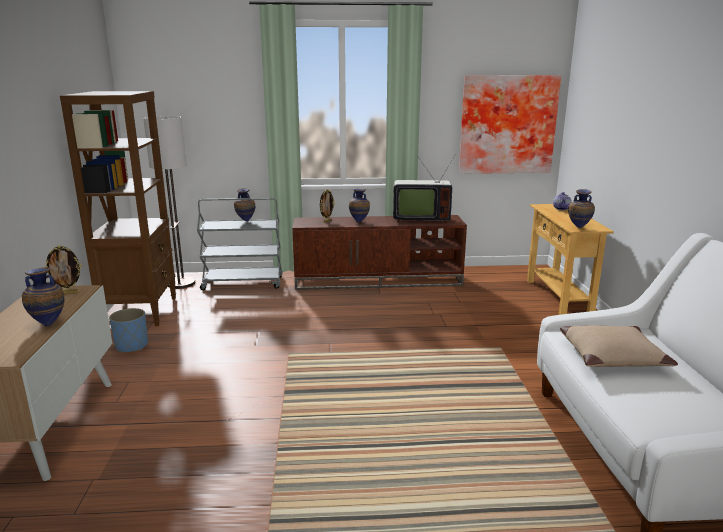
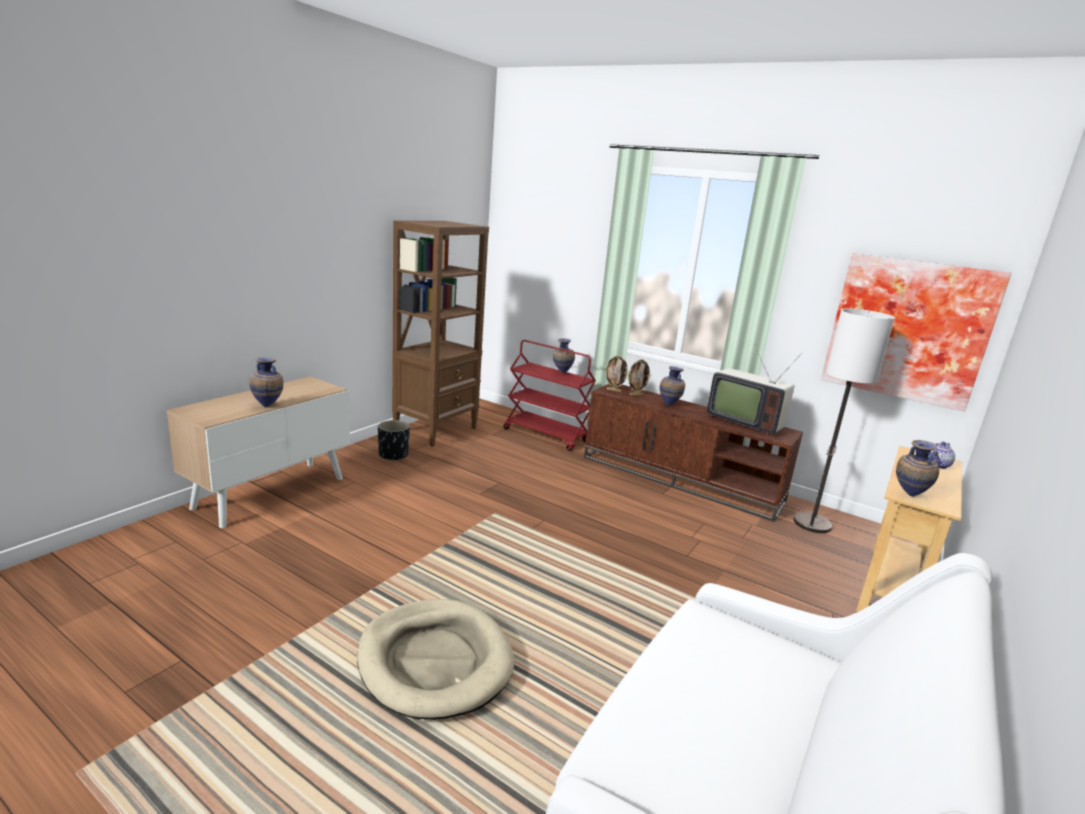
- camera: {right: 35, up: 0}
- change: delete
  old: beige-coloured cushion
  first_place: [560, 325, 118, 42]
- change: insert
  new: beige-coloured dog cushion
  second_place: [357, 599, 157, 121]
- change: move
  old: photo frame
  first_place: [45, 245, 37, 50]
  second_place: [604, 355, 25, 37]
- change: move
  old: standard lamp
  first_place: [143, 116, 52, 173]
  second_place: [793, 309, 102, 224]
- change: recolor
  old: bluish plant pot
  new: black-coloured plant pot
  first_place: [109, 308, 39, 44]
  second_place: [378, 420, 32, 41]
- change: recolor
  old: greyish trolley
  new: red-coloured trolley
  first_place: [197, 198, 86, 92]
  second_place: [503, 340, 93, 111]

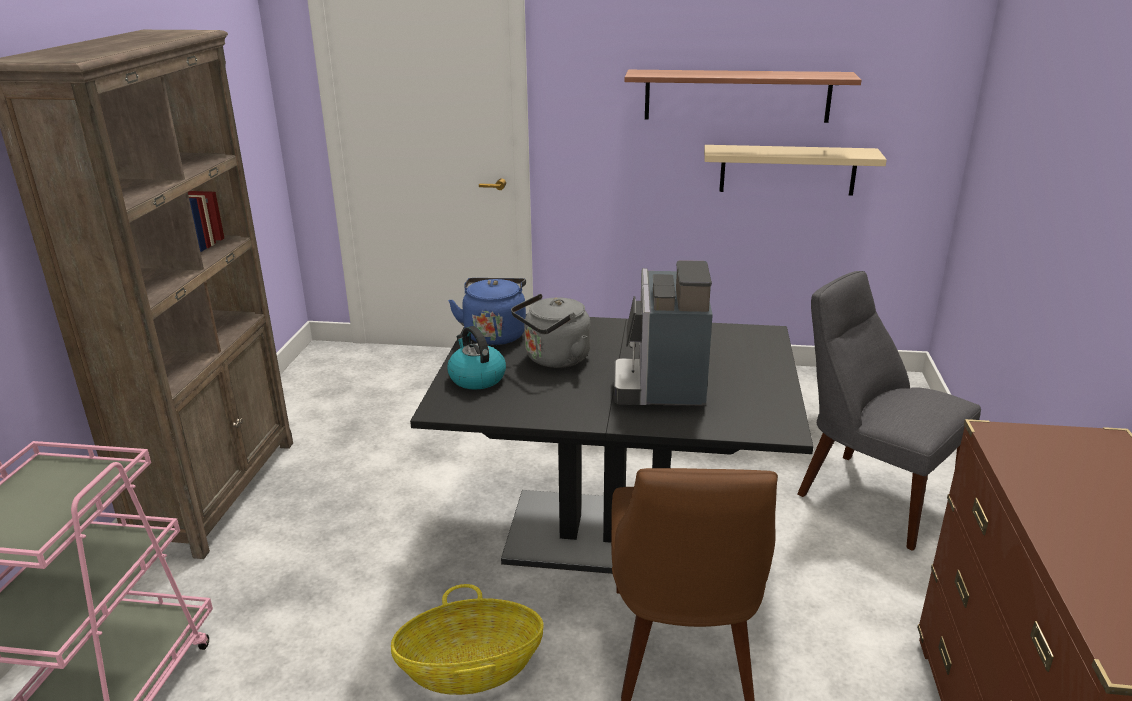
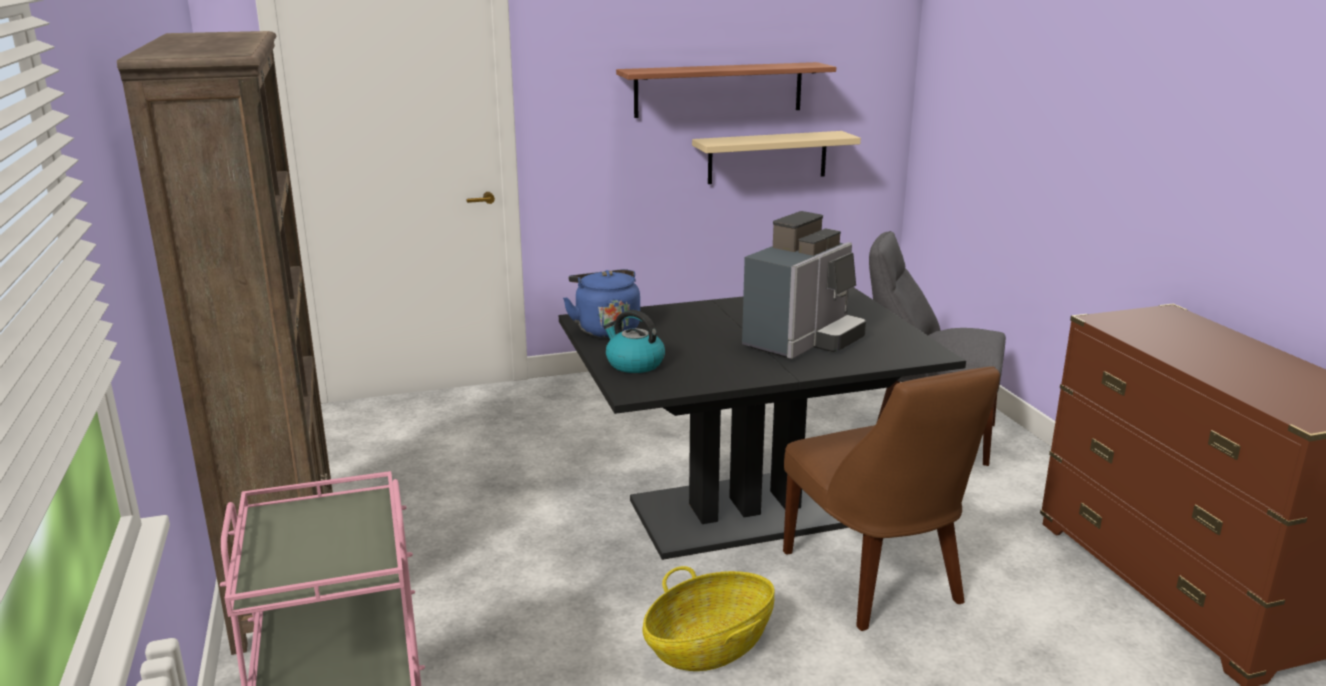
- camera: {right: -25, up: -5}
- change: delete
  old: greyish water kettle
  first_place: [511, 294, 80, 74]
- change: rotate
  old: coffee maker
  first_place: [614, 260, 99, 146]
  second_place: [742, 211, 124, 148]
  degrees: -120

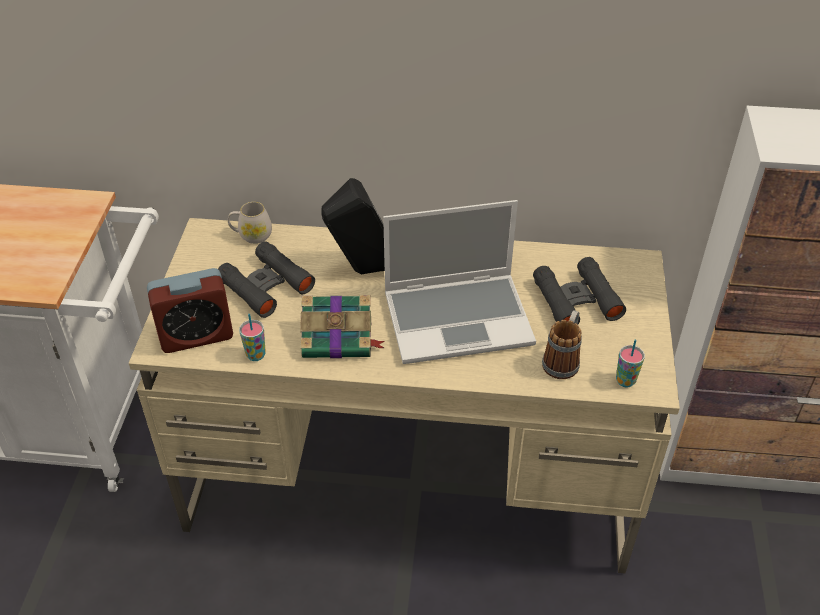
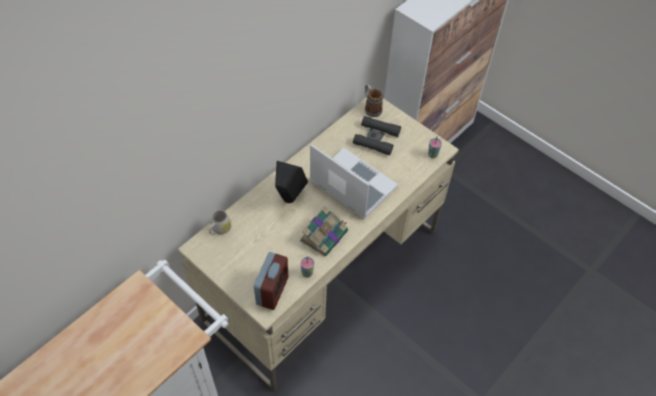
- camera: {right: -55, up: 10}
- change: delete
  old: black-coloured binoculars
  first_place: [218, 241, 97, 77]
- change: move
  old: mug
  first_place: [542, 310, 40, 69]
  second_place: [365, 84, 18, 33]
- change: rotate
  old: laptop
  first_place: [383, 200, 153, 164]
  second_place: [309, 144, 89, 75]
  degrees: -75

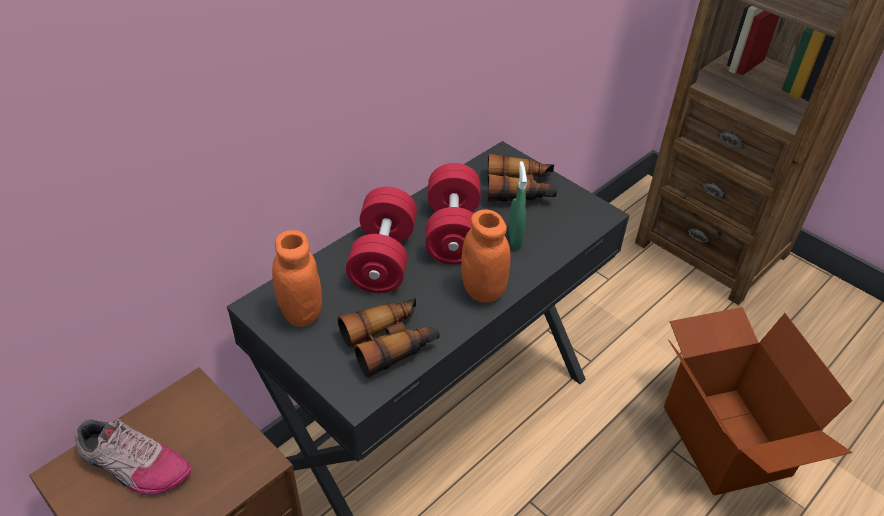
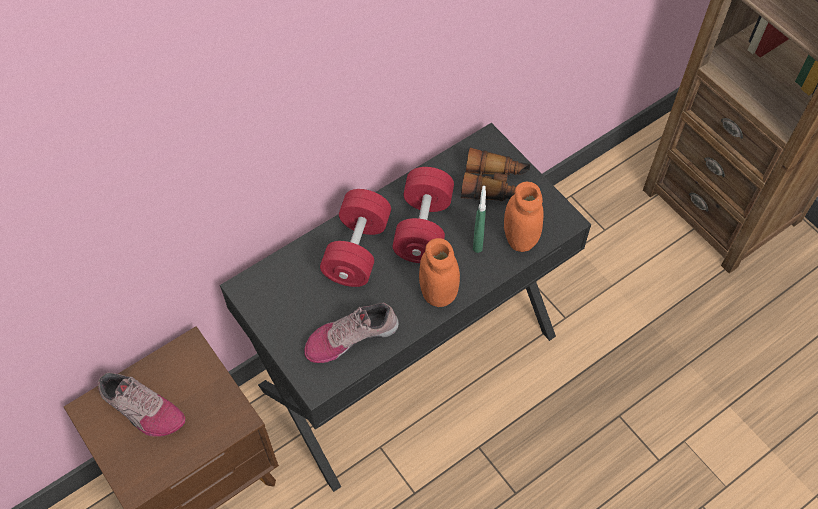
- camera: {right: 10, up: 15}
- change: delete
  old: packing box
  first_place: [664, 307, 188, 188]
- change: move
  old: orangey storage jar
  first_place: [272, 230, 50, 97]
  second_place: [504, 182, 40, 70]
- change: replace
  old: binoculars
  new: shoe
  first_place: [338, 298, 102, 80]
  second_place: [304, 303, 95, 60]

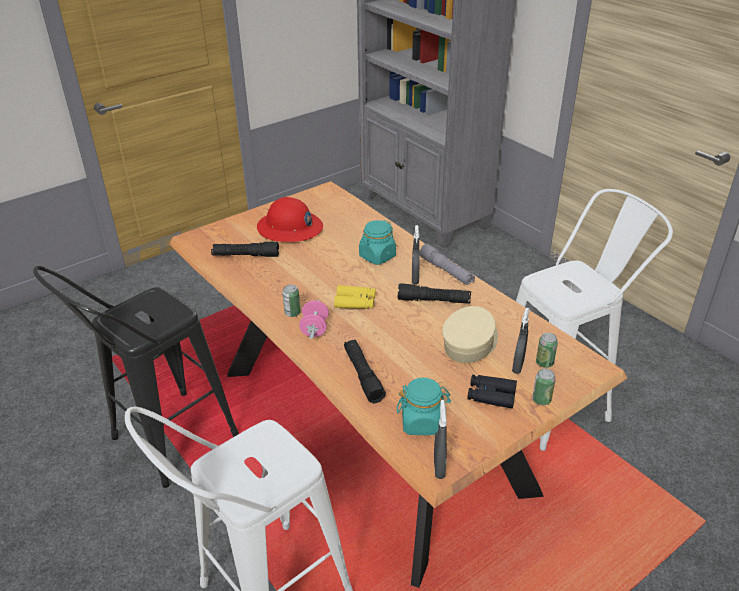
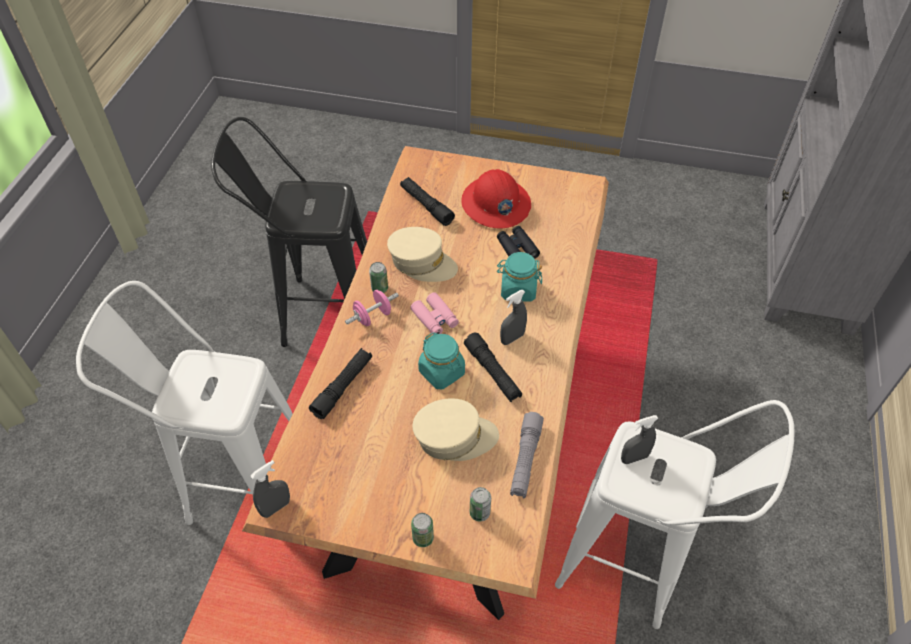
- camera: {right: 50, up: 15}
- change: insert
  new: beige-coloured cap
  second_place: [387, 227, 71, 55]
- change: move
  old: turquoise-coloured storage jar
  first_place: [397, 378, 54, 57]
  second_place: [418, 332, 47, 57]
- change: move
  old: greyish hand torch
  first_place: [419, 244, 56, 41]
  second_place: [510, 412, 34, 86]
- change: move
  old: black-coloured binoculars
  first_place: [467, 374, 50, 35]
  second_place: [497, 226, 43, 33]
- change: move
  old: greyish sprayer
  first_place: [512, 308, 18, 66]
  second_place: [621, 415, 38, 49]
- change: recolor
  old: yellow binoculars
  new: pinkish binoculars
  first_place: [334, 285, 42, 24]
  second_place: [411, 292, 48, 43]

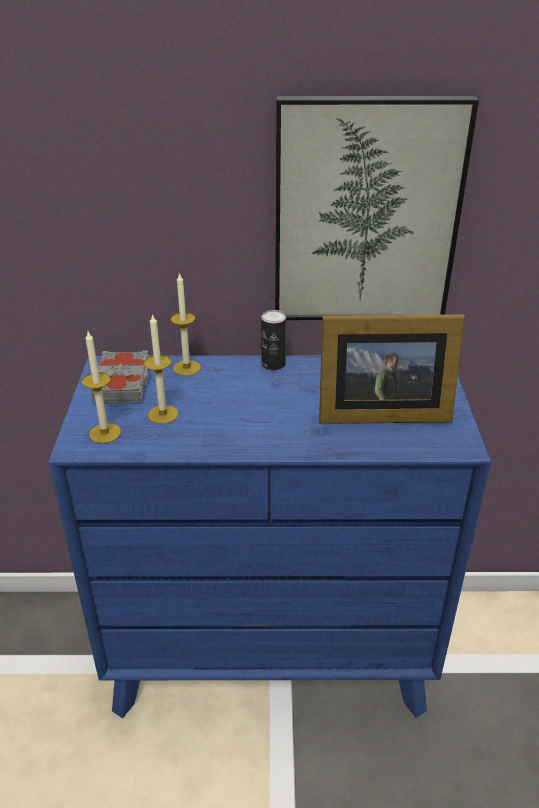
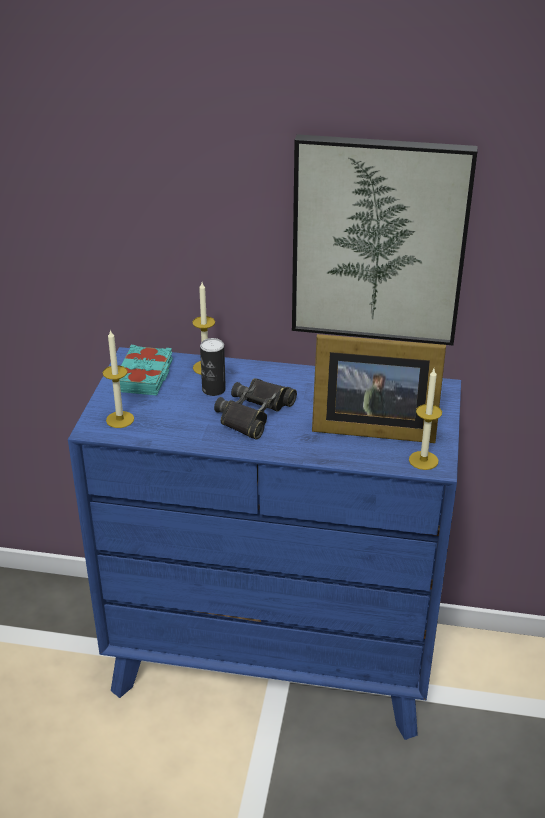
- camera: {right: 10, up: 0}
- change: insert
  new: black-coloured binoculars
  second_place: [214, 378, 83, 62]
- change: move
  old: wax candle
  first_place: [144, 313, 35, 111]
  second_place: [409, 369, 33, 101]
- change: move
  old: can
  first_place: [261, 310, 25, 60]
  second_place: [200, 338, 26, 58]
- change: recolor
  old: greyish bound book
  new: turquoise-coloured bound book
  first_place: [91, 350, 58, 53]
  second_place: [120, 345, 53, 51]

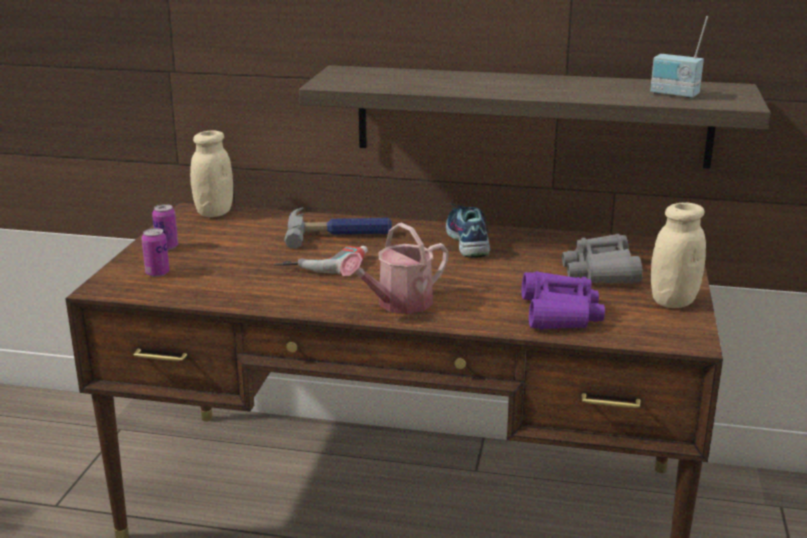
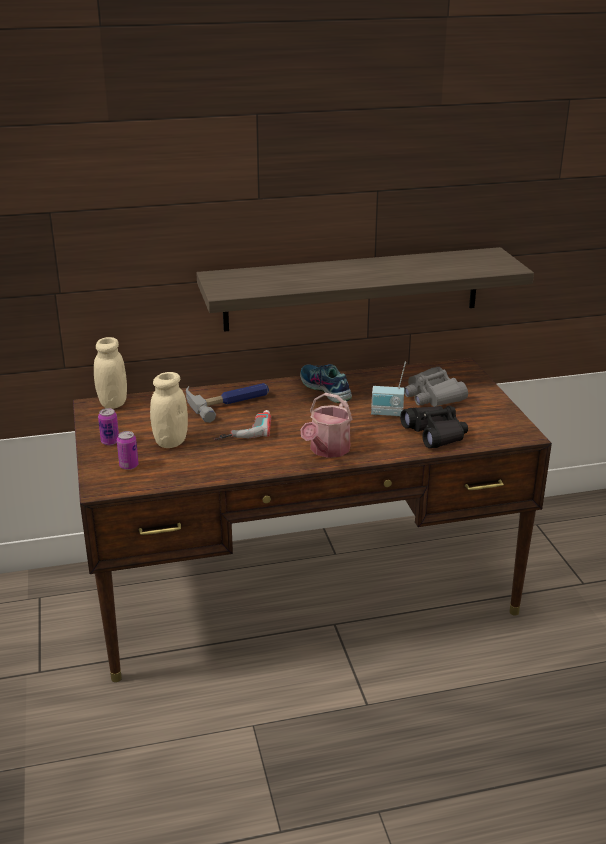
- camera: {right: -25, up: 5}
- change: move
  old: radio set
  first_place: [650, 16, 58, 82]
  second_place: [371, 362, 35, 55]
- change: move
  old: beige-coloured storage jar
  first_place: [651, 203, 55, 105]
  second_place: [150, 372, 38, 76]
- change: recolor
  old: purple binoculars
  new: black-coloured binoculars
  first_place: [522, 271, 83, 58]
  second_place: [400, 406, 68, 42]

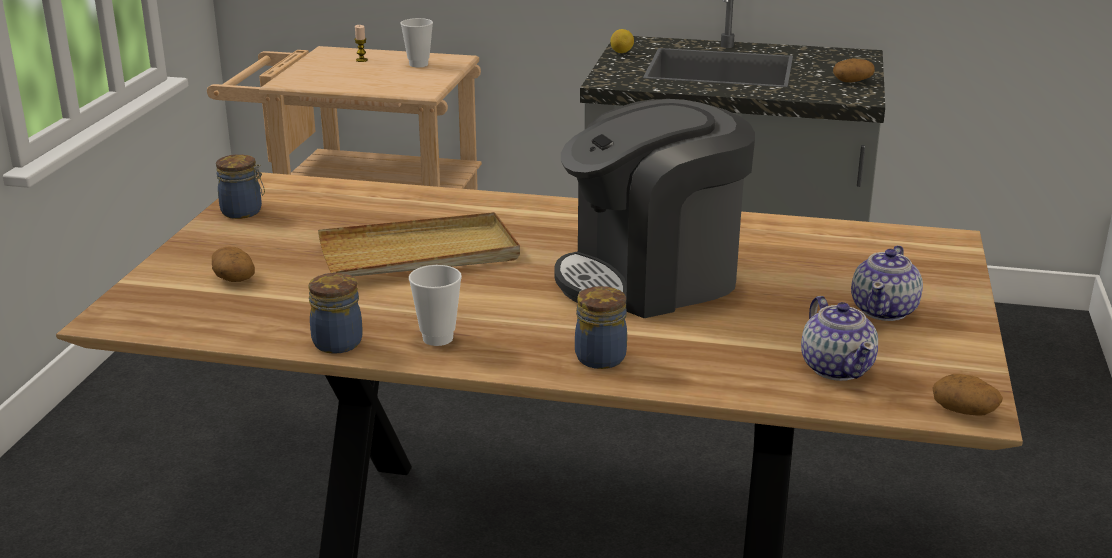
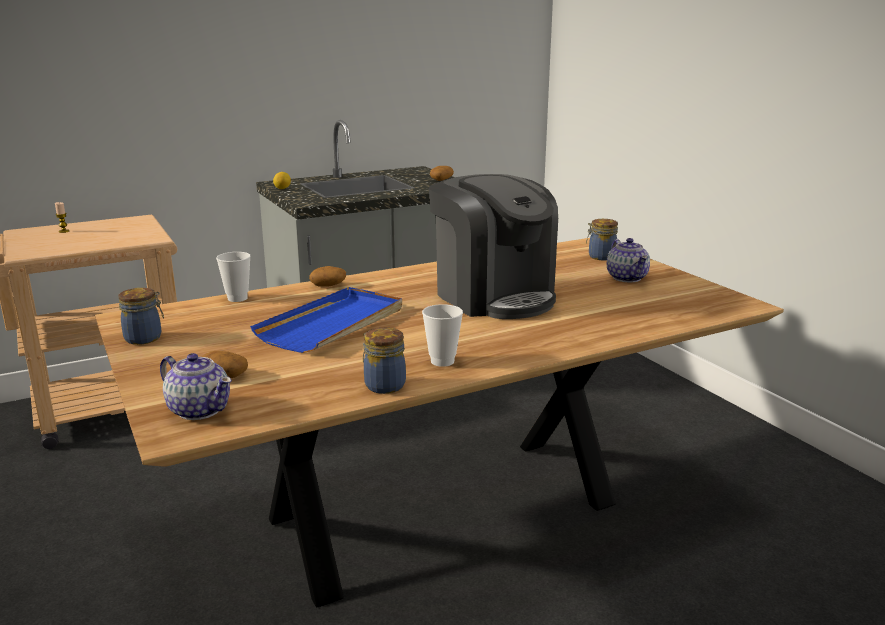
- camera: {right: -40, up: -5}
- change: move
  old: drinking cup
  first_place: [401, 18, 32, 49]
  second_place: [216, 252, 35, 50]
- change: move
  old: storage jar
  first_place: [575, 286, 52, 83]
  second_place: [586, 219, 32, 41]
- change: move
  old: teapot
  first_place: [801, 296, 77, 85]
  second_place: [160, 353, 72, 67]
- change: move
  old: spud
  first_place: [932, 374, 71, 42]
  second_place: [309, 266, 37, 20]
- change: recolor
  old: beige-coloured carrying tray
  new: bluish carrying tray
  first_place: [318, 212, 202, 64]
  second_place: [250, 287, 152, 66]
- change: rotate
  old: coffee maker
  first_place: [554, 99, 201, 219]
  second_place: [429, 174, 129, 145]
  degrees: -60

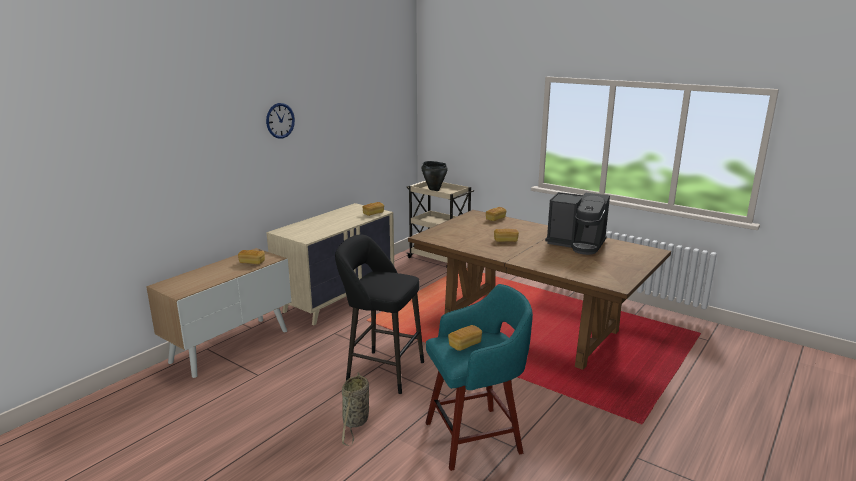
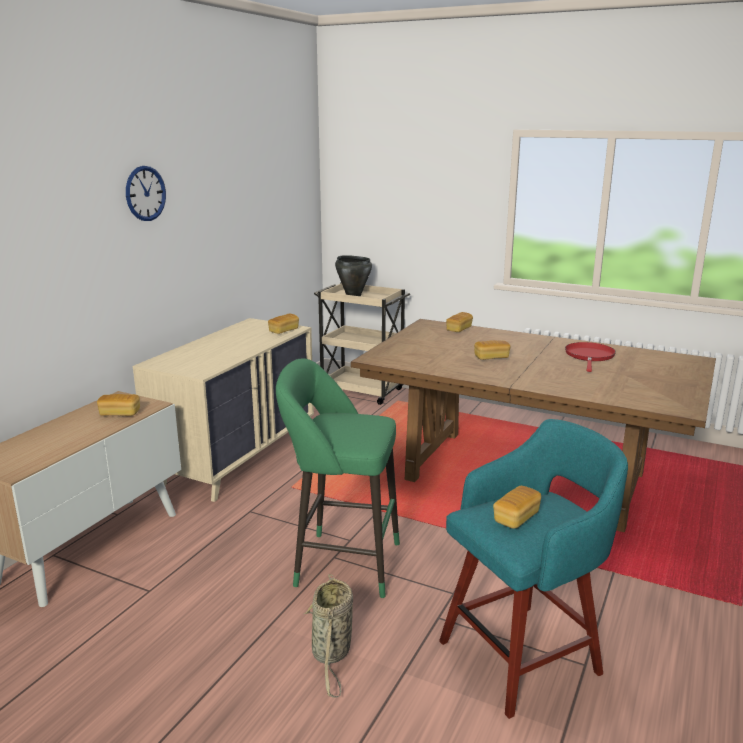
- camera: {right: -10, up: 0}
- change: replace
  old: coffee maker
  new: red-coloured skillet
  first_place: [545, 192, 65, 63]
  second_place: [565, 342, 51, 30]
- change: recolor
  old: black-coloured stool
  new: green stool
  first_place: [335, 235, 89, 159]
  second_place: [276, 358, 124, 240]

